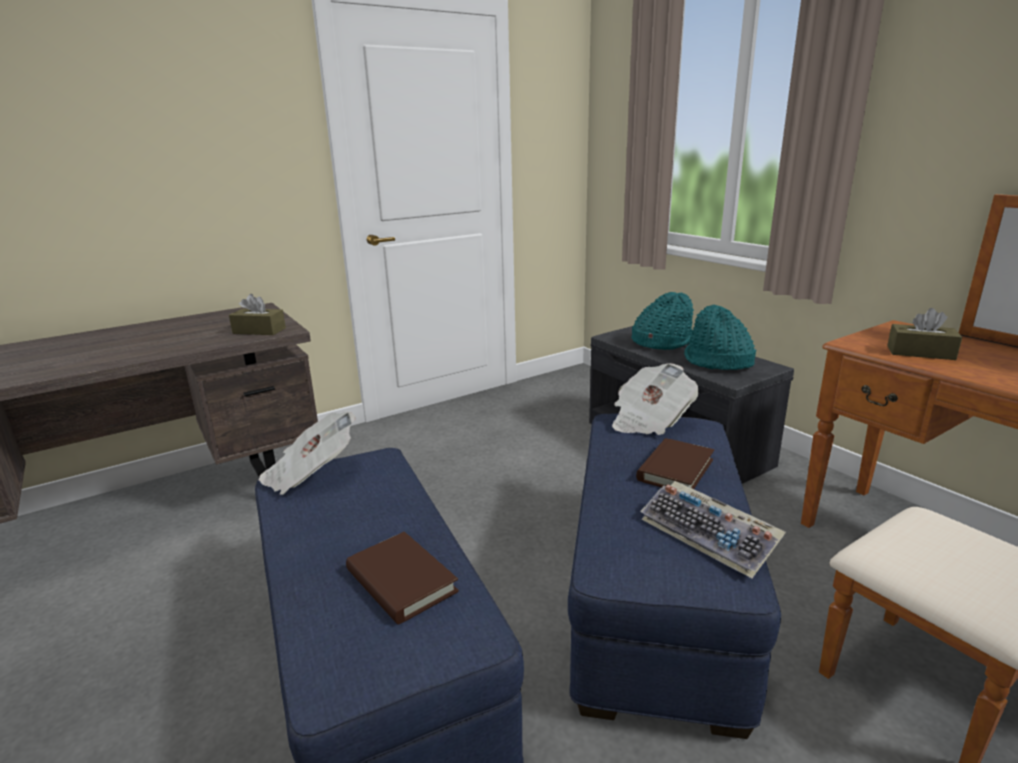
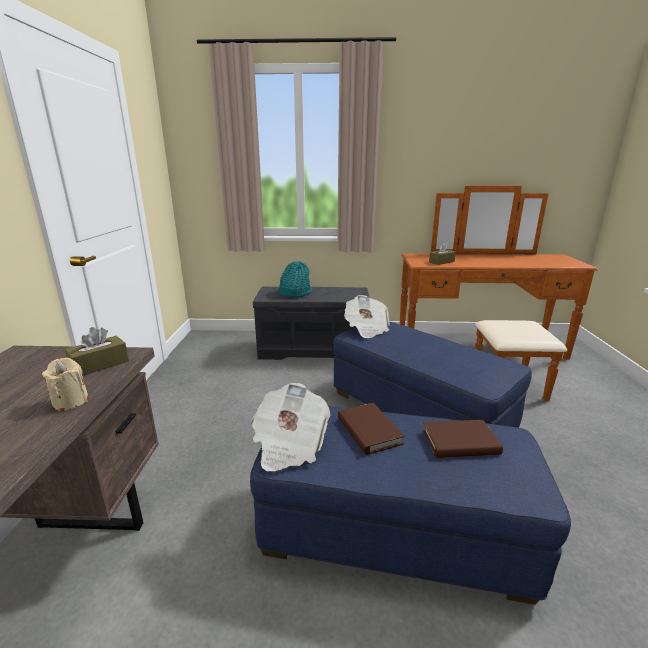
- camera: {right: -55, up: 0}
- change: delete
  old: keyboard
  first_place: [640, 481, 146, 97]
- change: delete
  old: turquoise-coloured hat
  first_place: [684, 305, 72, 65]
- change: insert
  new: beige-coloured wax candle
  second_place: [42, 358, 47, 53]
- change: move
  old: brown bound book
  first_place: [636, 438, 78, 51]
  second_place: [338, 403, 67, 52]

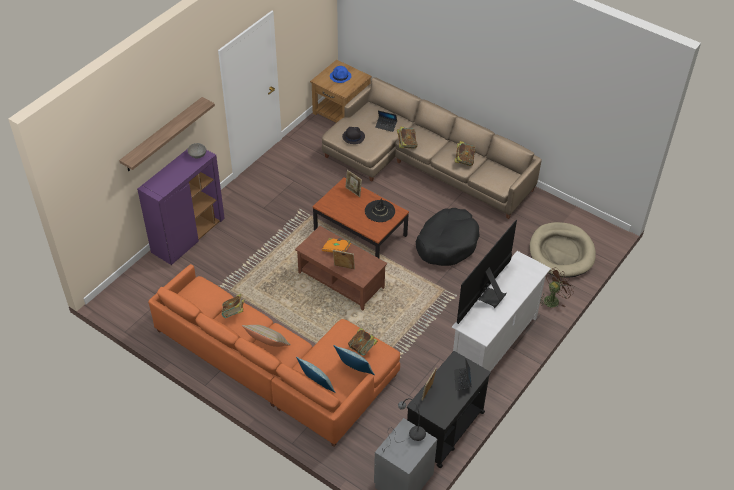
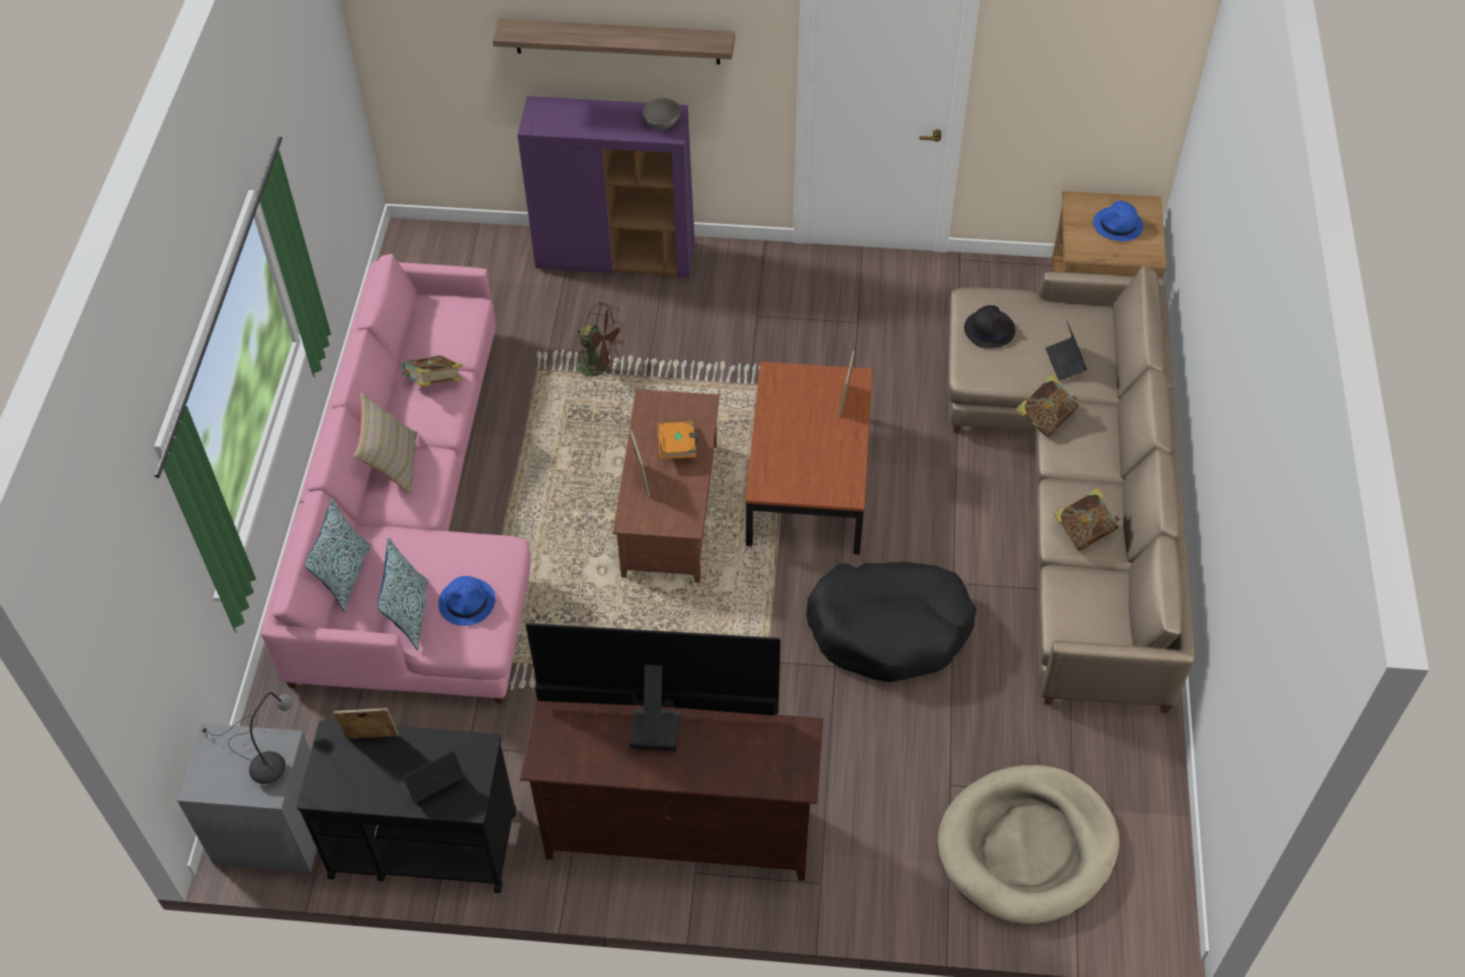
- camera: {right: 60, up: 5}
- change: delete
  old: black-coloured hat
  first_place: [365, 198, 30, 24]
- change: move
  old: brown electric fan
  first_place: [540, 267, 34, 40]
  second_place: [574, 302, 50, 85]
- change: replace
  old: bound book
  new: bluish hat
  first_place: [348, 327, 30, 29]
  second_place: [438, 576, 58, 50]
- change: recolor
  old: orangey settee
  new: pinkish settee
  first_place: [148, 264, 252, 183]
  second_place: [261, 254, 270, 450]
- change: recolor
  old: white-coloured tv unit
  new: brown tv unit
  first_place: [452, 251, 99, 121]
  second_place: [520, 696, 303, 185]

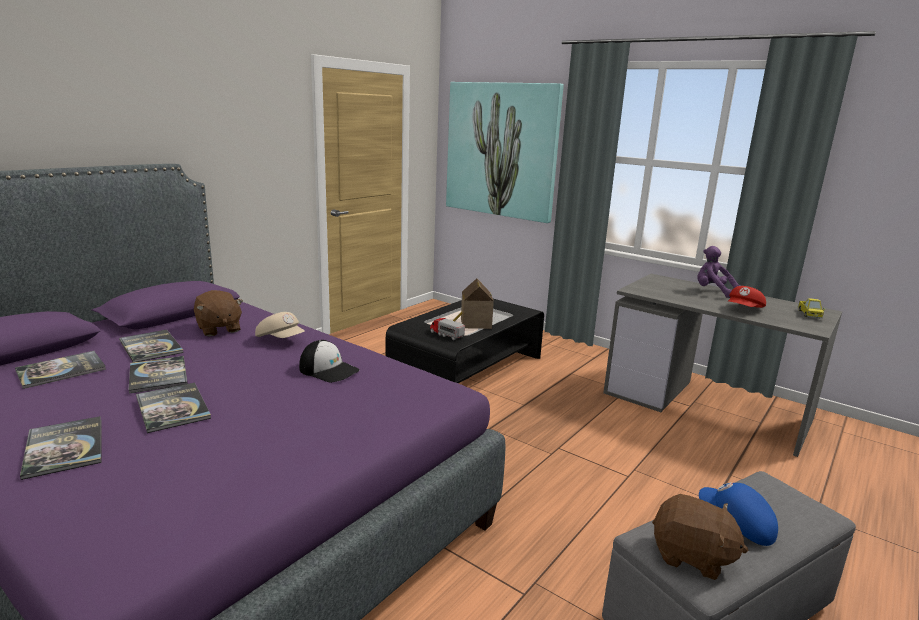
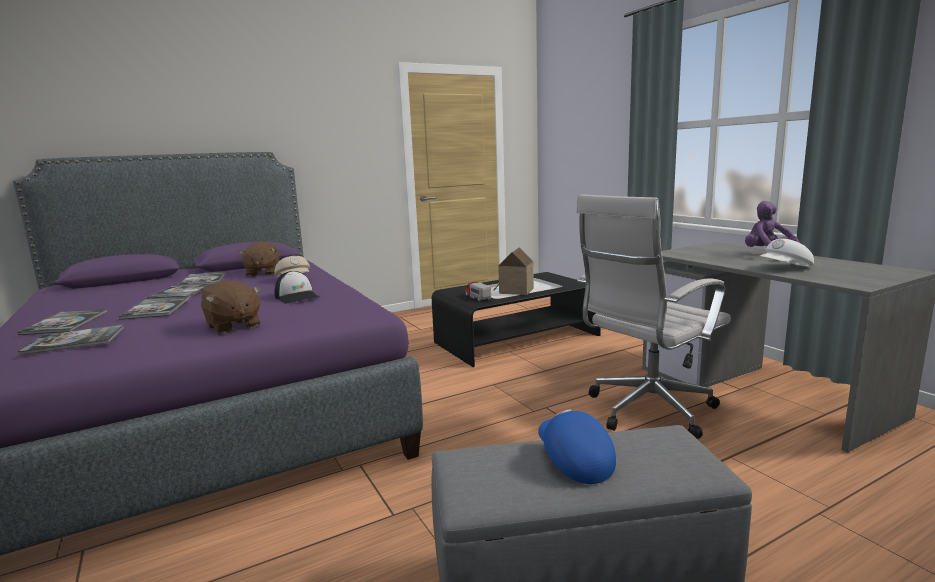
- camera: {right: 25, up: -5}
- change: delete
  old: wall picture
  first_place: [446, 82, 118, 141]
- change: delete
  old: toy truck
  first_place: [798, 298, 27, 20]
- change: insert
  new: white-coloured computer chair
  second_place: [576, 194, 155, 245]
- change: move
  old: bound book
  first_place: [15, 351, 91, 38]
  second_place: [18, 324, 107, 31]
- change: move
  old: brown soft toy
  first_place: [652, 494, 97, 86]
  second_place: [201, 281, 60, 53]
- change: recolor
  old: red-coloured cap
  new: white-coloured cap
  first_place: [728, 286, 38, 22]
  second_place: [758, 239, 56, 27]

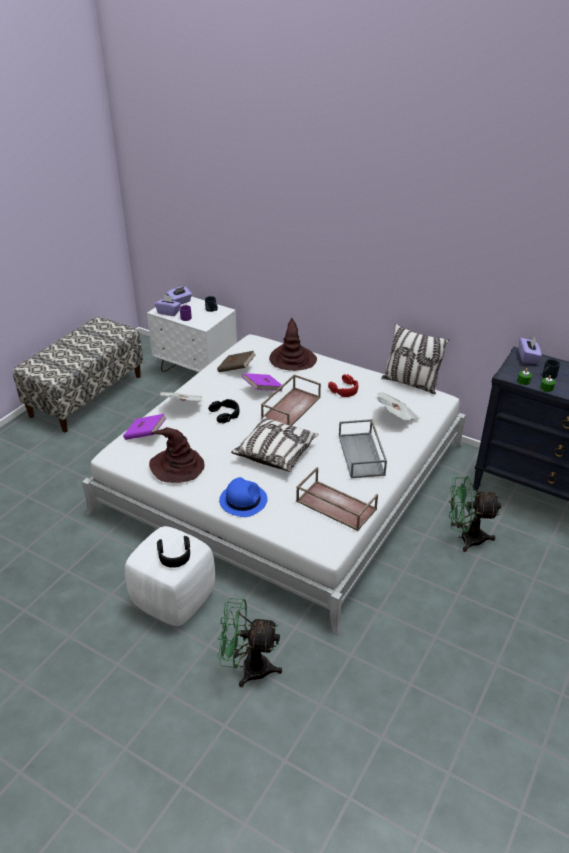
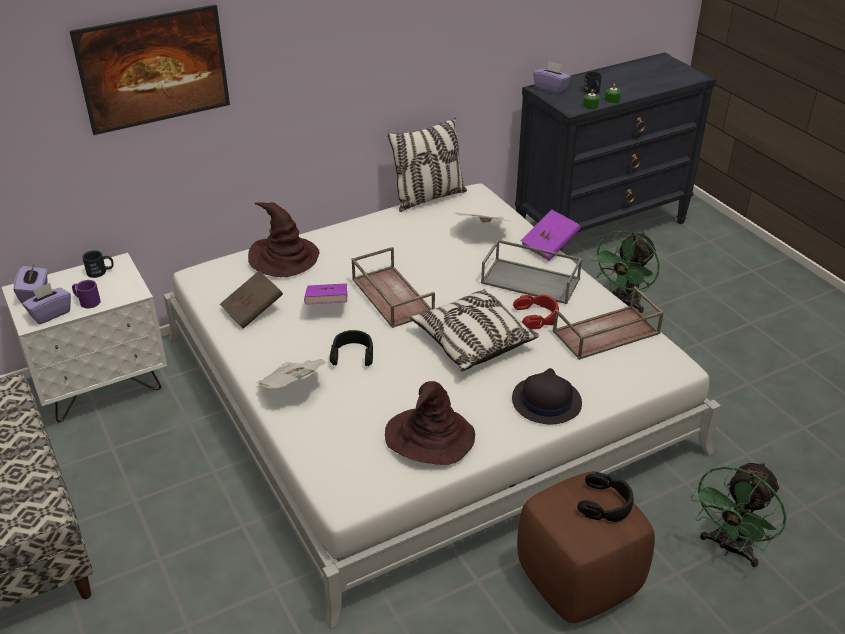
- camera: {right: -60, up: 0}
- change: insert
  new: wall picture
  second_place: [70, 4, 160, 131]
- change: move
  old: purple bound book
  first_place: [123, 414, 44, 26]
  second_place: [521, 209, 60, 52]
- change: move
  old: red-coloured headset
  first_place: [328, 374, 30, 23]
  second_place: [513, 295, 46, 35]
- change: recolor
  old: white-coloured footrest
  new: brown footrest
  first_place: [125, 526, 90, 100]
  second_place: [517, 471, 138, 152]
- change: recolor
  old: bluish hat
  new: black-coloured hat
  first_place: [219, 477, 48, 40]
  second_place: [512, 368, 70, 56]

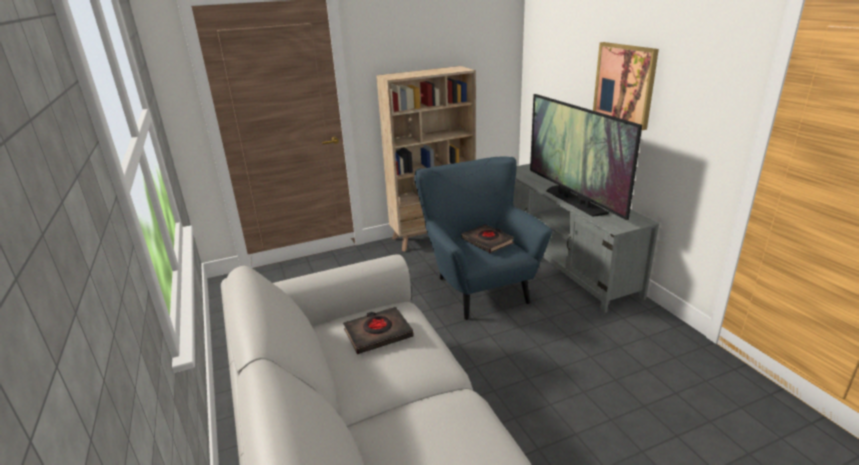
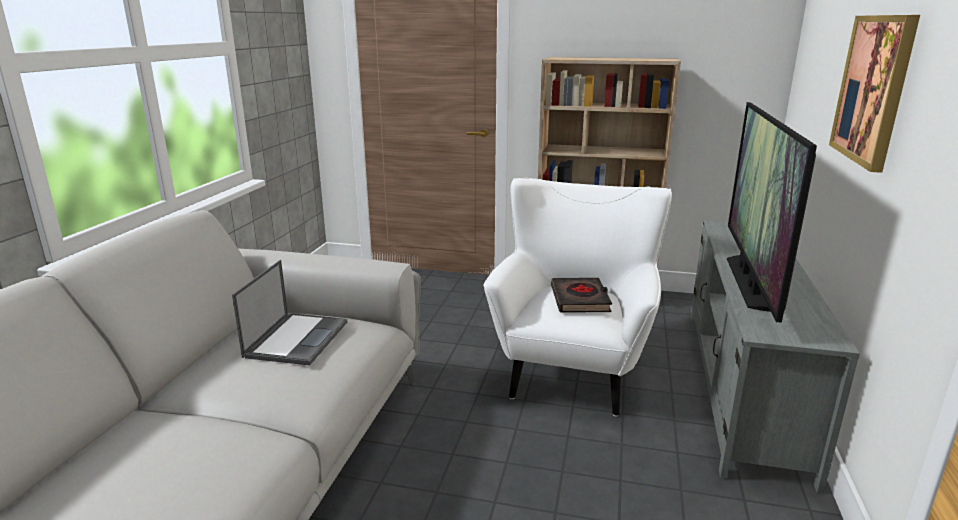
- camera: {right: 35, up: -5}
- change: replace
  old: black-coloured bound book
  new: laptop
  first_place: [343, 307, 71, 47]
  second_place: [232, 260, 115, 105]
- change: recolor
  old: bluish easy chair
  new: white-coloured easy chair
  first_place: [414, 156, 138, 165]
  second_place: [484, 178, 188, 239]

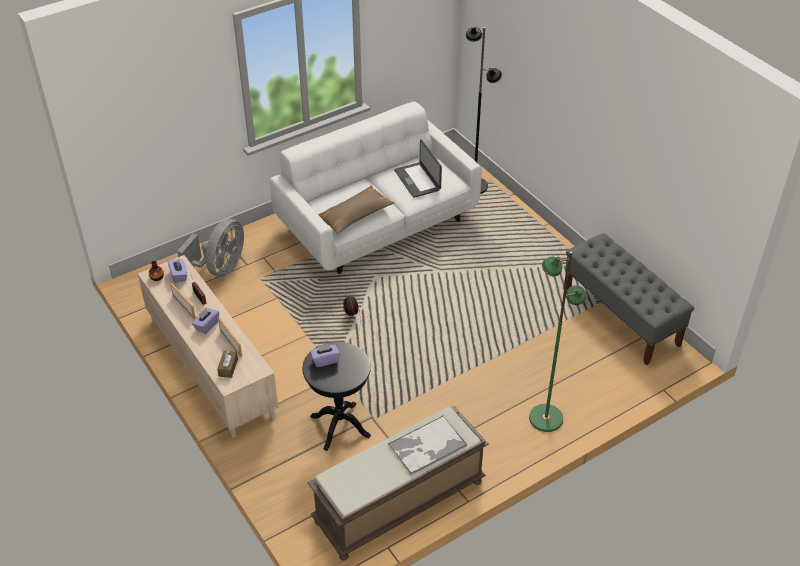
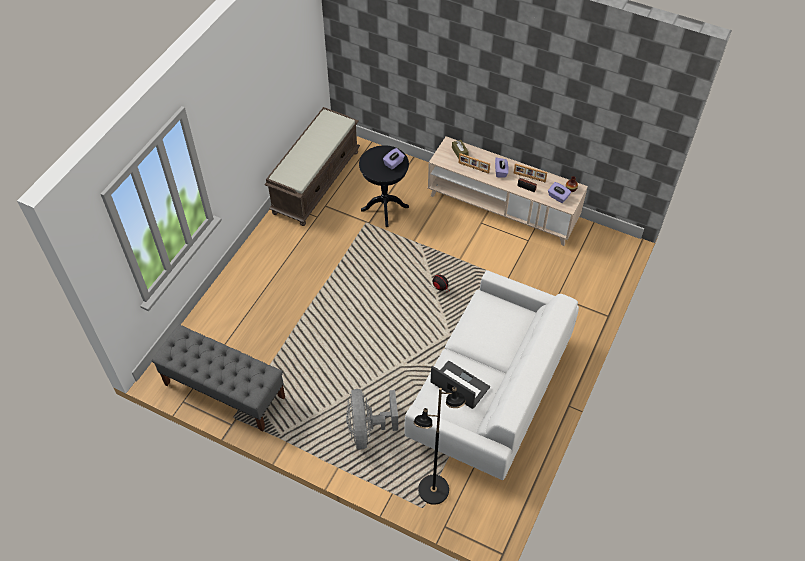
- camera: {right: 150, up: 10}
- change: delete
  old: brown cushion
  first_place: [318, 186, 77, 48]
- change: delete
  old: carrying tray
  first_place: [388, 415, 79, 60]
- change: delete
  old: green standard lamp
  first_place: [529, 252, 57, 180]
- change: move
  old: greyish electric fan
  first_place: [177, 219, 67, 58]
  second_place: [346, 389, 52, 60]

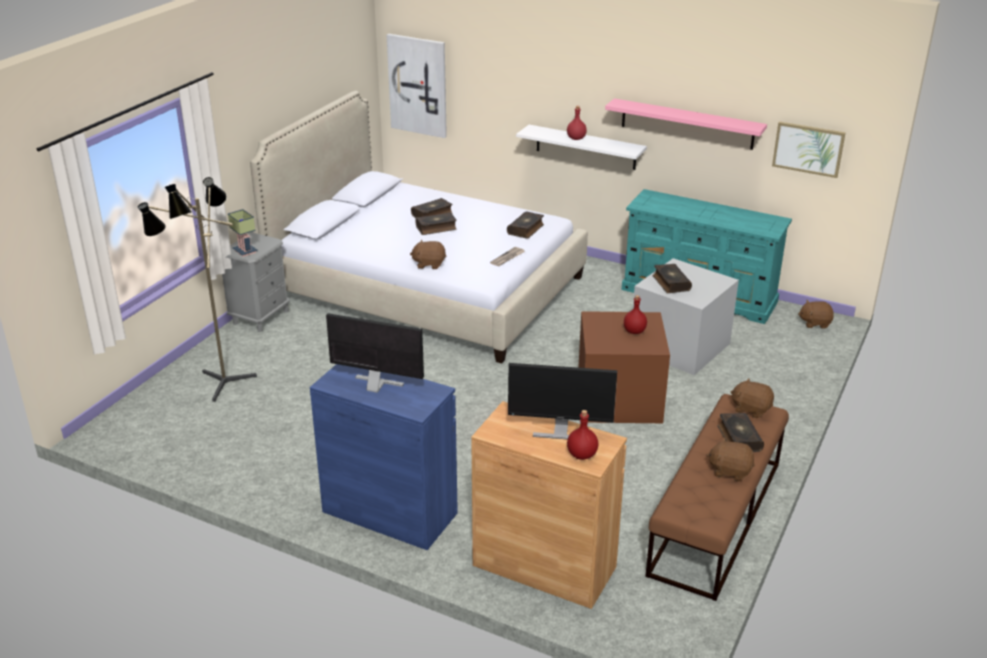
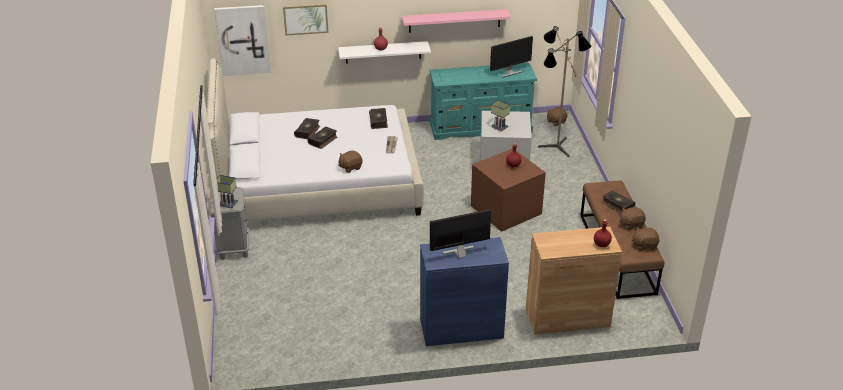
- camera: {right: -35, up: 5}
- change: move
  old: standard lamp
  first_place: [138, 177, 119, 225]
  second_place: [538, 26, 53, 131]
- change: move
  old: computer display
  first_place: [508, 363, 109, 77]
  second_place: [490, 36, 43, 42]
- change: move
  old: brown soft toy
  first_place: [731, 378, 43, 40]
  second_place: [631, 227, 29, 24]
- change: move
  old: wall picture
  first_place: [772, 122, 74, 56]
  second_place: [283, 4, 45, 32]
- change: replace
  old: bound book
  new: lamp for a table
  first_place: [653, 264, 39, 29]
  second_place: [491, 100, 19, 32]

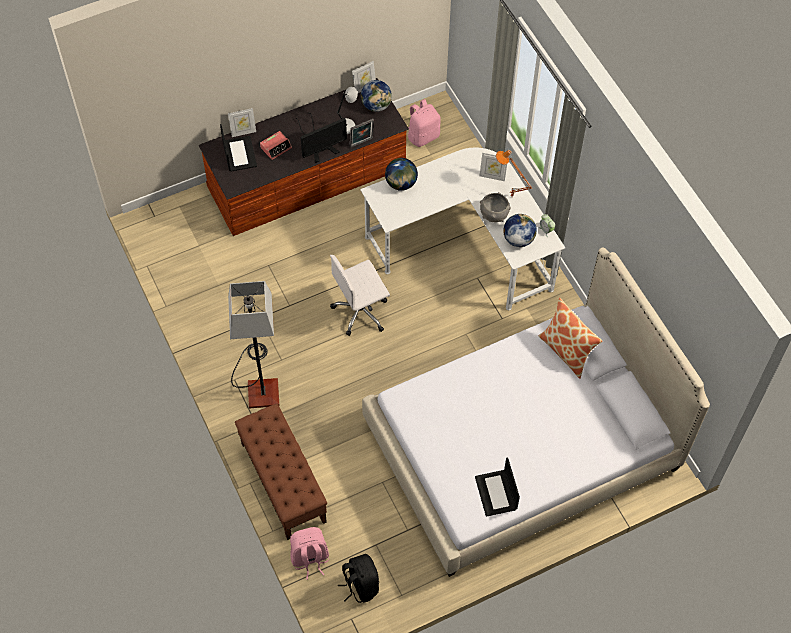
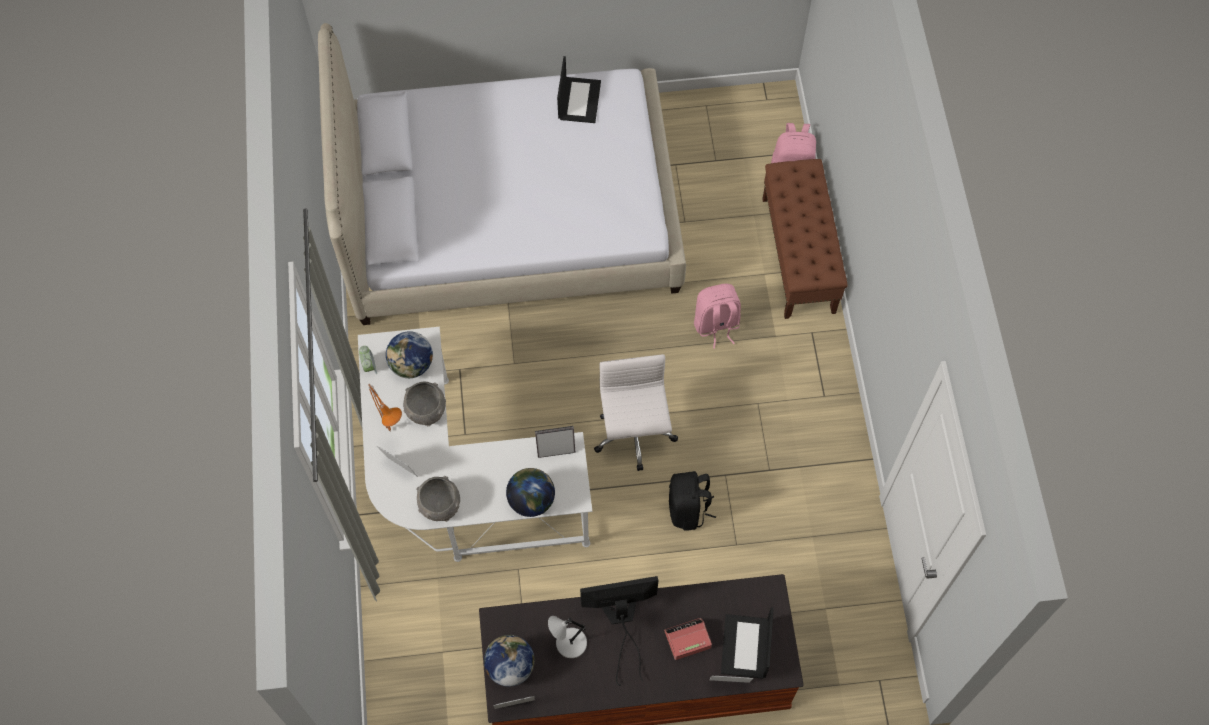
- camera: {right: -160, up: 5}
- change: delete
  old: standard lamp
  first_place: [228, 281, 52, 128]
- change: delete
  old: cushion
  first_place: [539, 298, 64, 81]
- change: insert
  new: greyish deep dish
  second_place: [416, 476, 44, 46]
- change: move
  old: black-coloured rucksack
  first_place: [338, 554, 41, 49]
  second_place: [669, 471, 47, 60]
- change: move
  old: photo frame
  first_place: [350, 119, 24, 29]
  second_place: [535, 426, 40, 32]
- change: move
  old: pinkish rucksack
  first_place: [407, 99, 34, 48]
  second_place: [694, 284, 47, 65]
- change: rotate
  old: white-coloured computer chair
  first_place: [330, 255, 60, 81]
  second_place: [594, 354, 84, 117]
  degrees: -90

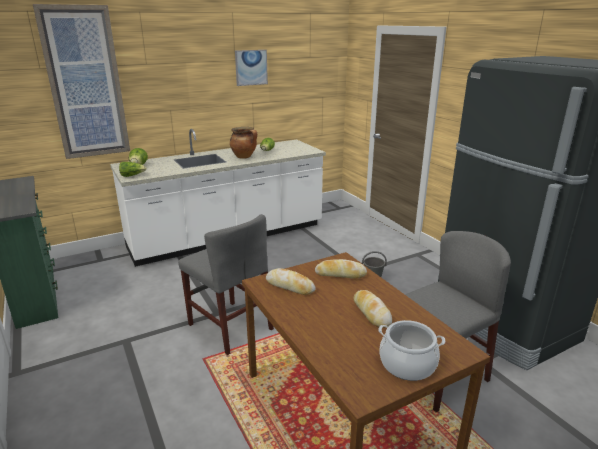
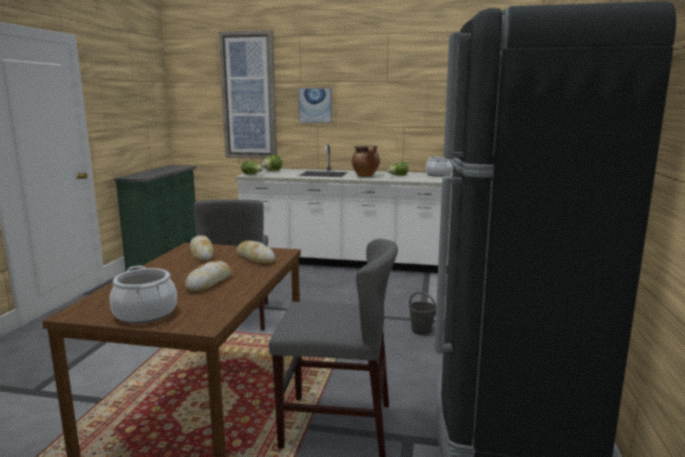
- camera: {right: 40, up: -10}
- change: insert
  new: saucepot
  second_place: [426, 156, 27, 21]
- change: move
  old: wall picture
  first_place: [235, 50, 33, 36]
  second_place: [298, 88, 34, 35]

